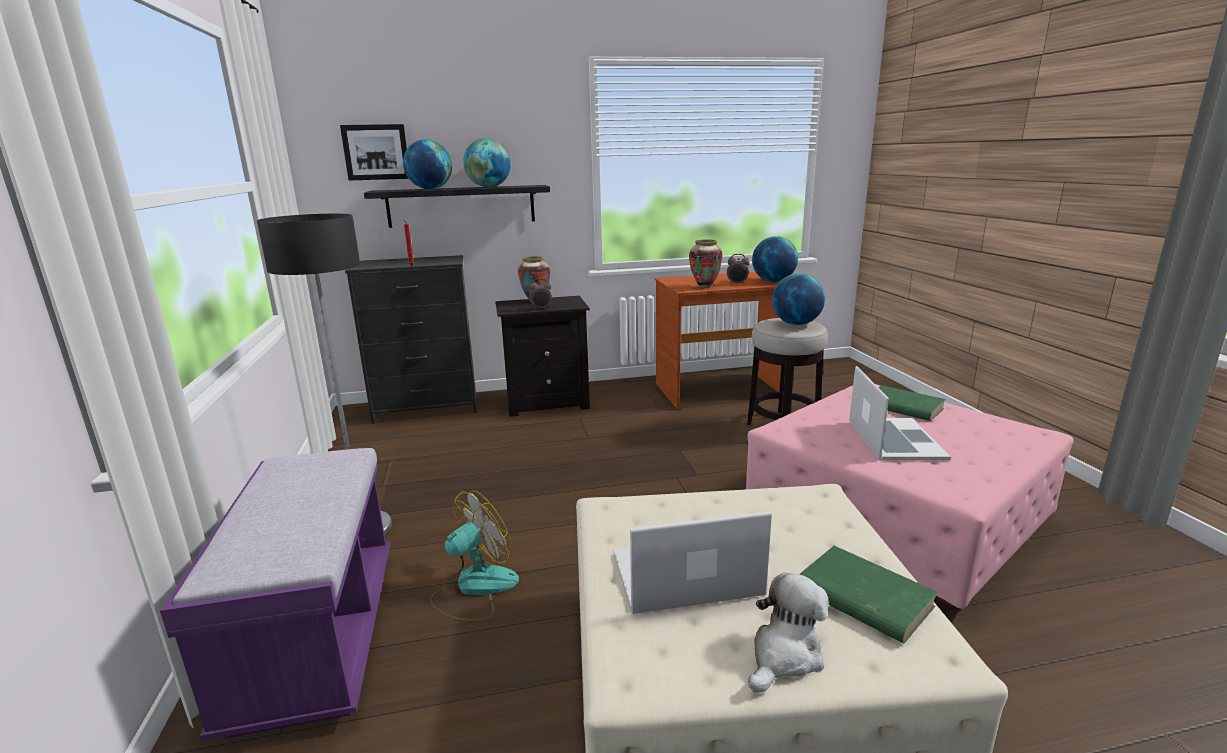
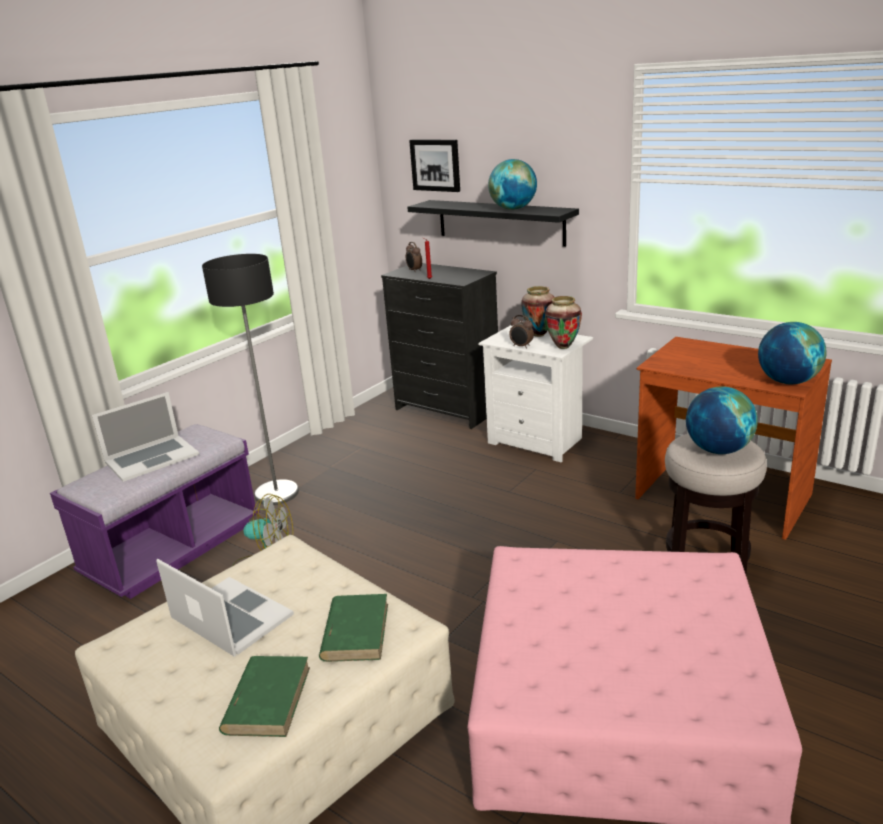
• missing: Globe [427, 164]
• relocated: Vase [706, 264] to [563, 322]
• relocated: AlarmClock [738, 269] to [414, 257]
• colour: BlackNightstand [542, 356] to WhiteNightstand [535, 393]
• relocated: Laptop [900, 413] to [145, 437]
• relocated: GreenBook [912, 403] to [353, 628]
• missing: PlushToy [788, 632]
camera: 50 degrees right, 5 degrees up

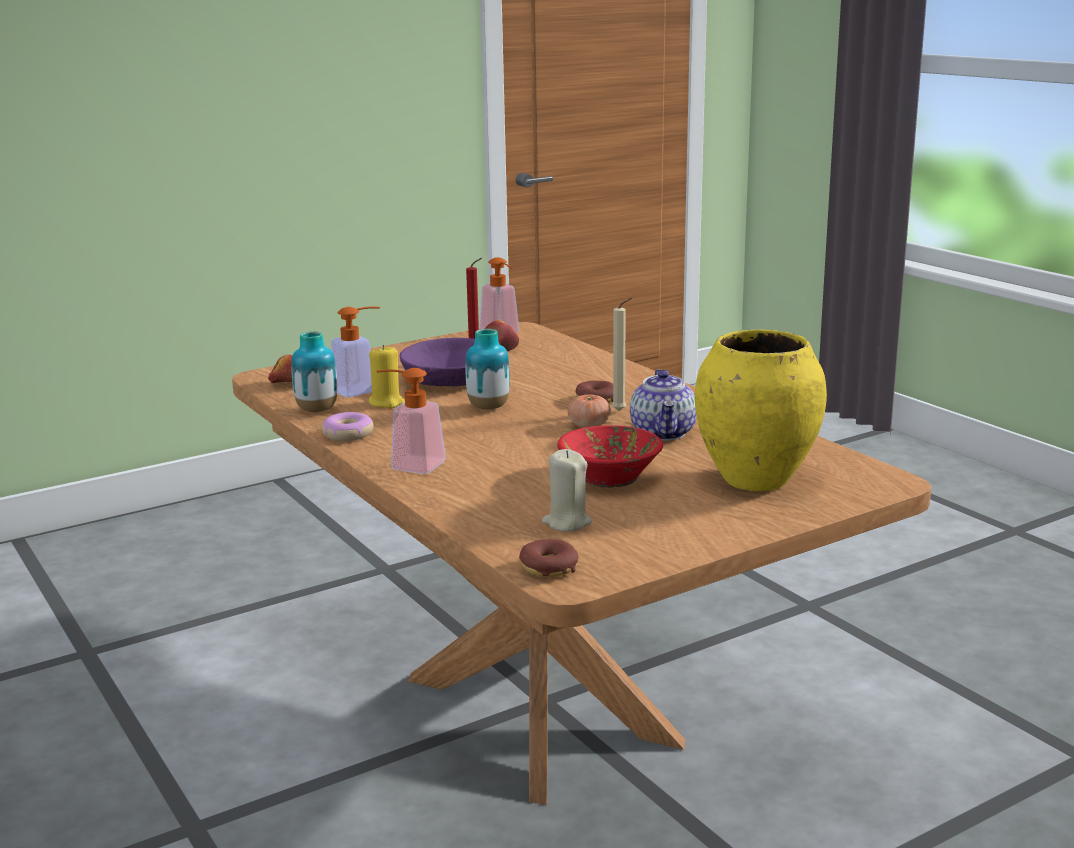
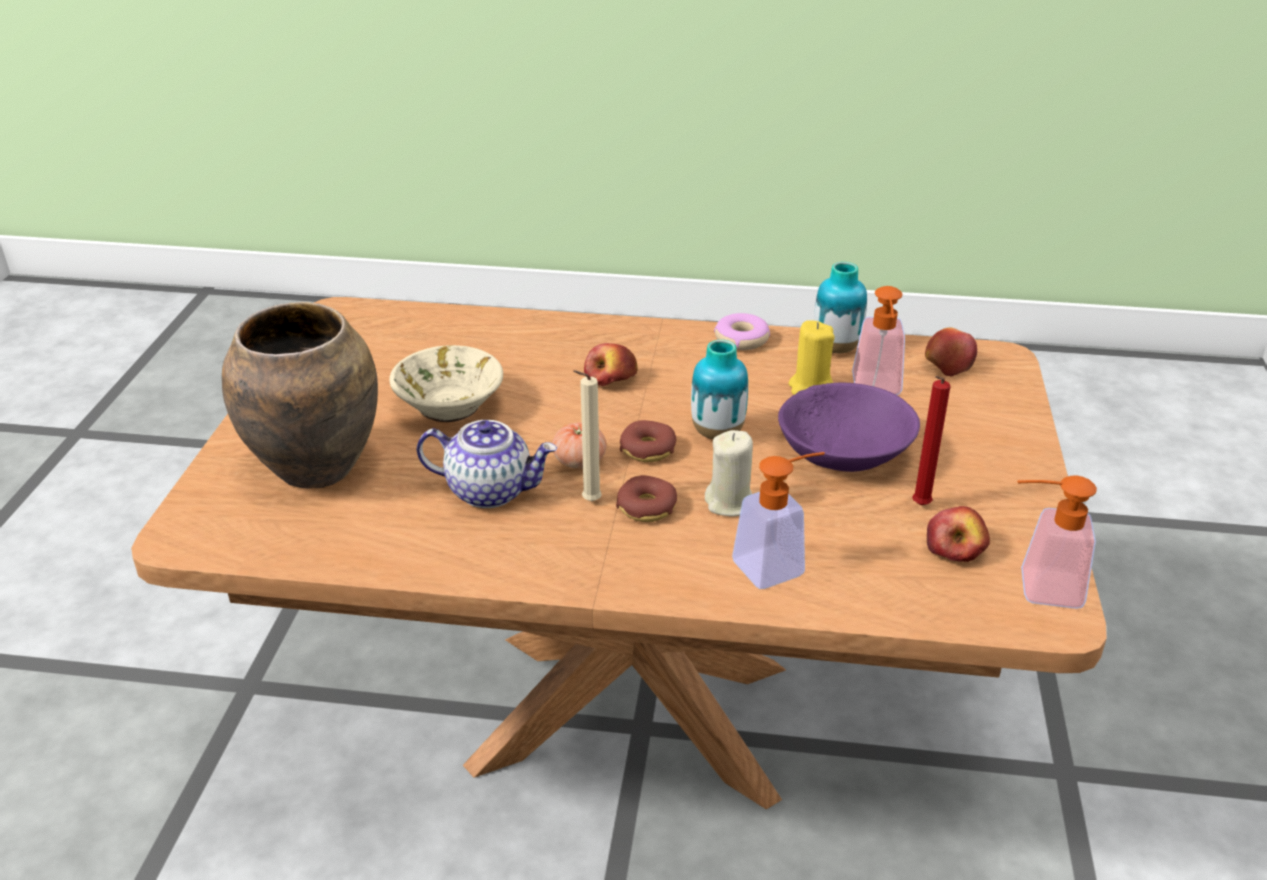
• colour: YellowVase [761, 410] to BrownVase [300, 395]
• relocated: SoapDispenser [411, 421] to [778, 520]
• spun: Teapot [663, 405] = [487, 464] 150 degrees clockwise
• colour: RedBowl [610, 456] to BeigeBowl [446, 383]
• relocated: BeigeCandle [567, 490] to [729, 473]
• relocated: Donut [549, 558] to [648, 441]
• appeared: Apple [611, 364]
camera: 130 degrees right, 15 degrees up

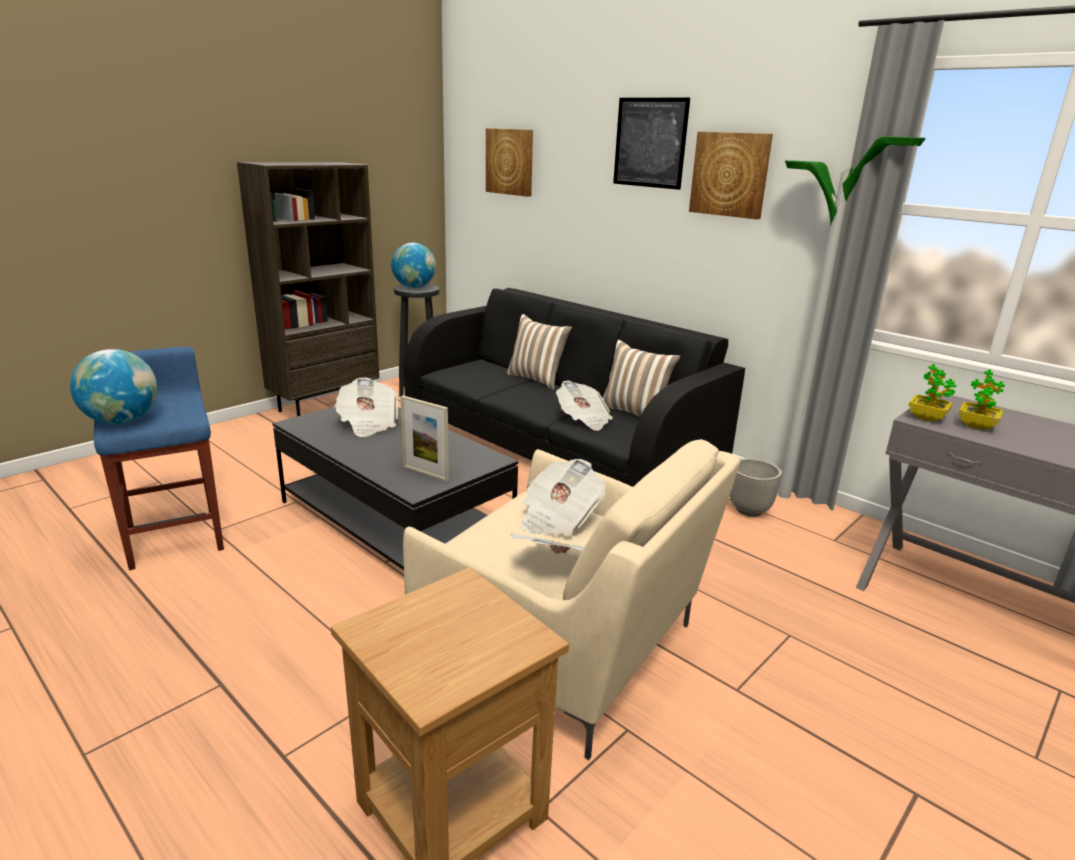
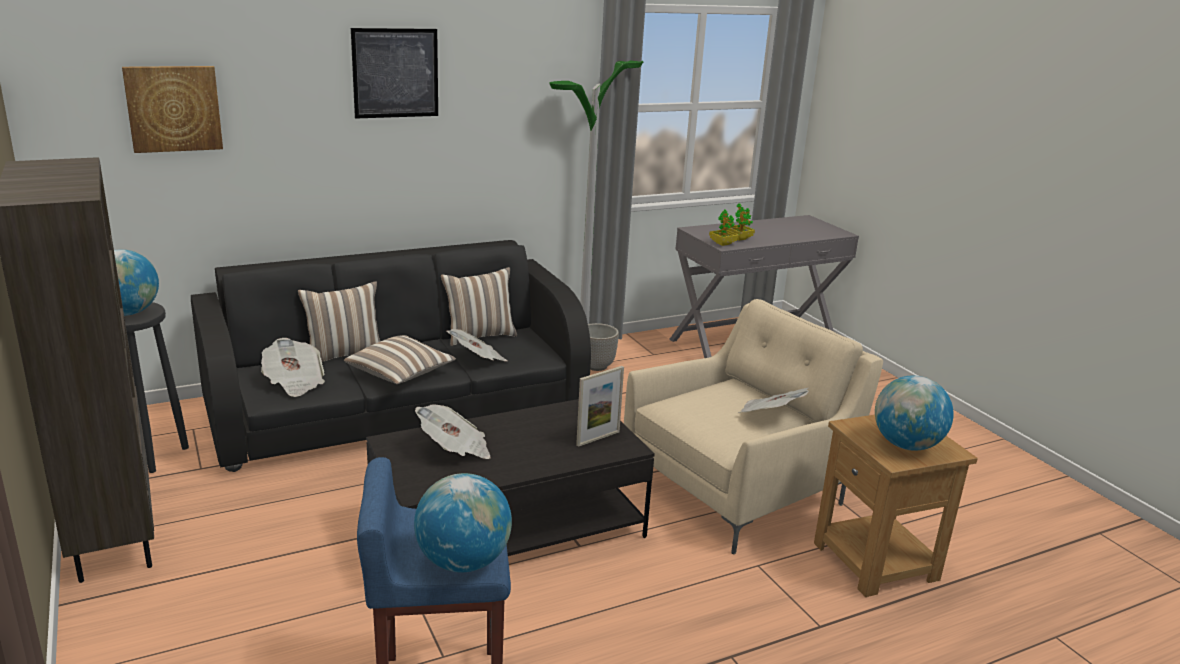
• missing: Picture [731, 175]
• relocated: Newspaper [563, 497] to [293, 367]
• appeared: Pillow [400, 359]
• appeared: Globe [914, 413]
camera: 70 degrees left, 0 degrees up

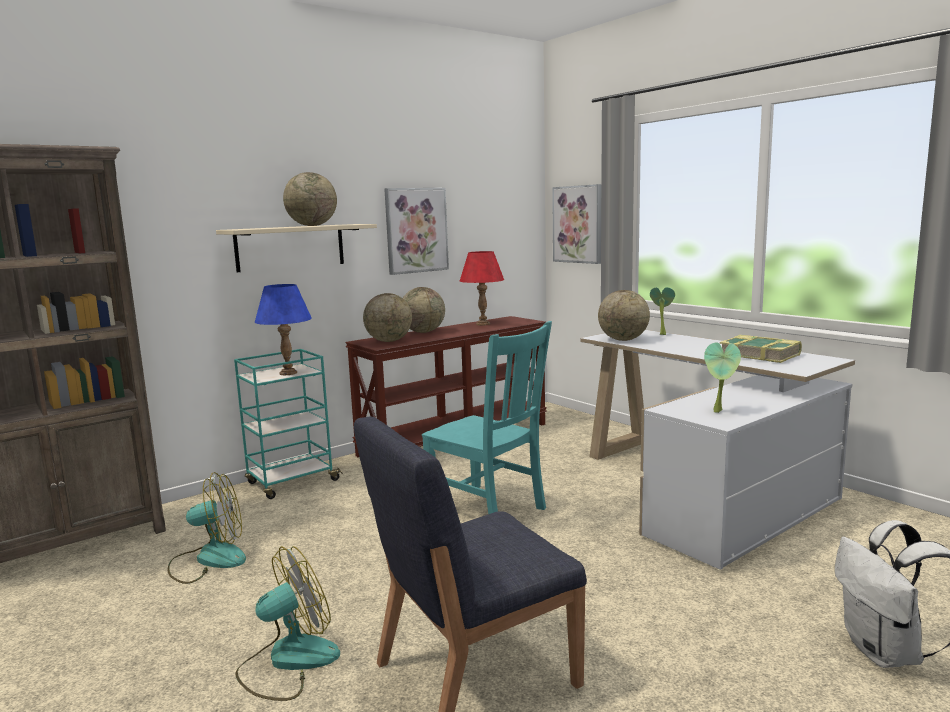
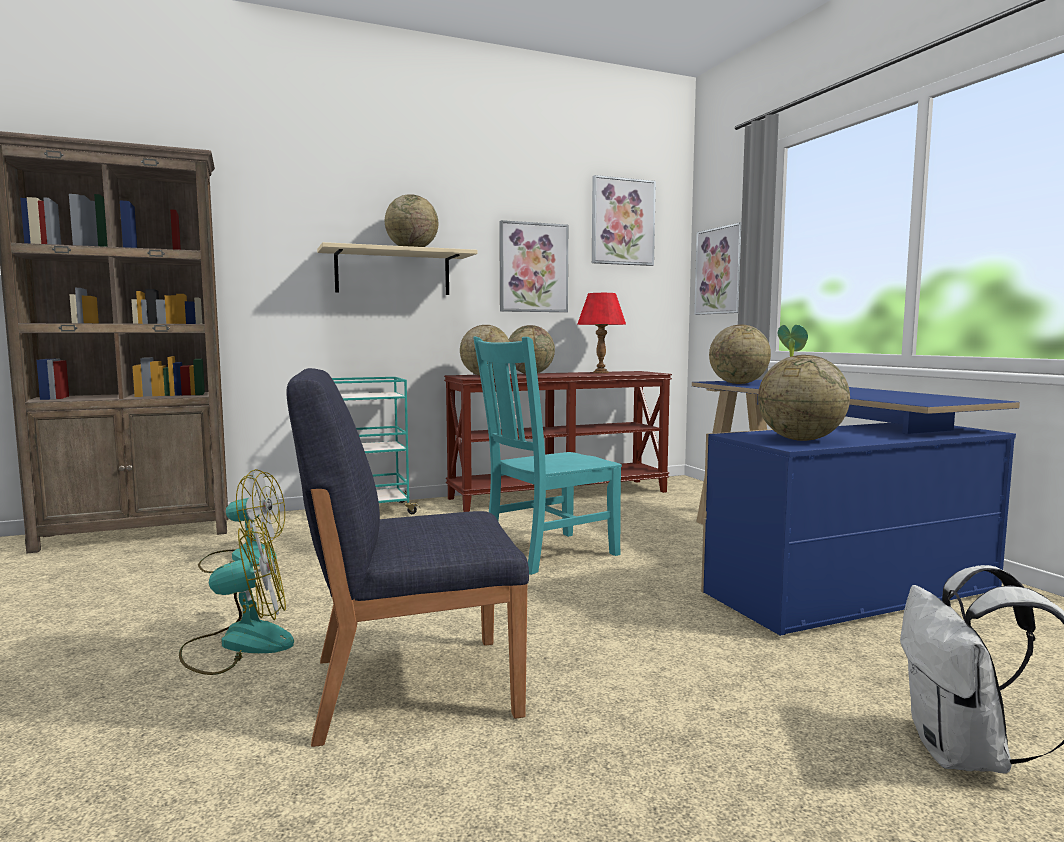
• missing: BlueTableLamp [283, 329]
• spun: TurquoiseChair [487, 417] = [547, 456] 90 degrees clockwise
• colour: WhiteDesk [718, 450] to BlueDesk [856, 508]
• missing: Book [761, 349]
• exchanged: PottedPlant [722, 377] to Globe [804, 398]
• appeared: Picture [624, 220]
camera: 15 degrees right, 5 degrees down

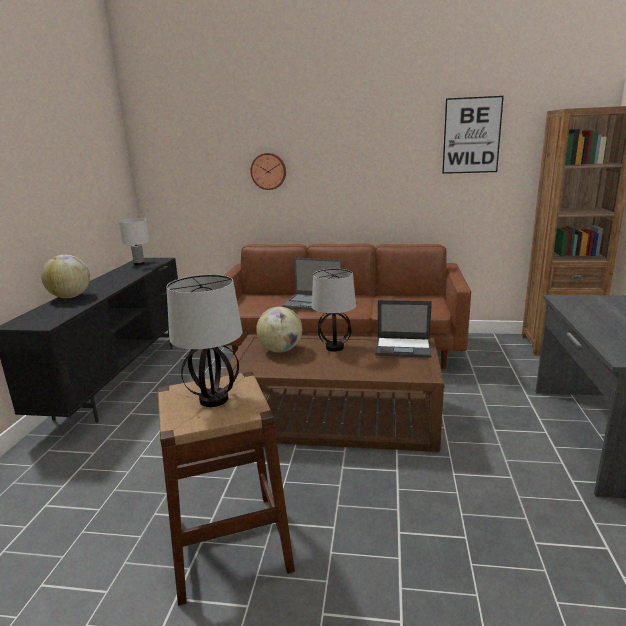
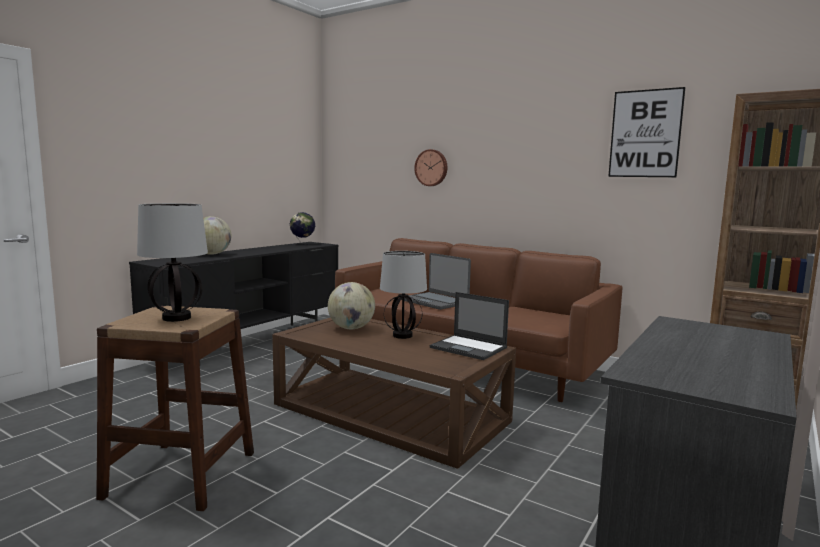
• exchanged: WhiteTableLamp [134, 241] to Globe [302, 228]
camera: 25 degrees right, 10 degrees down

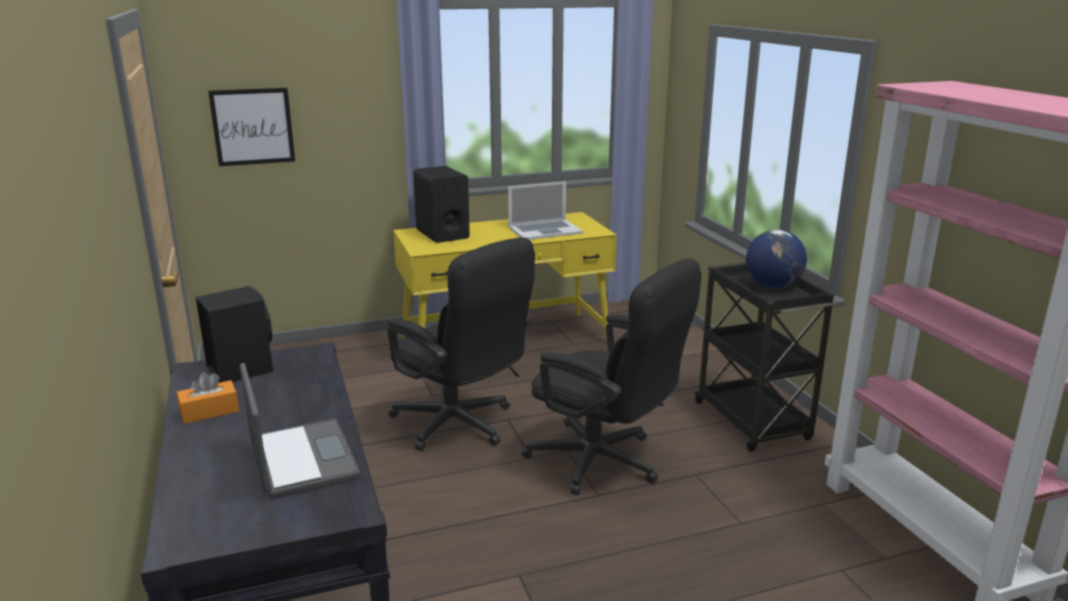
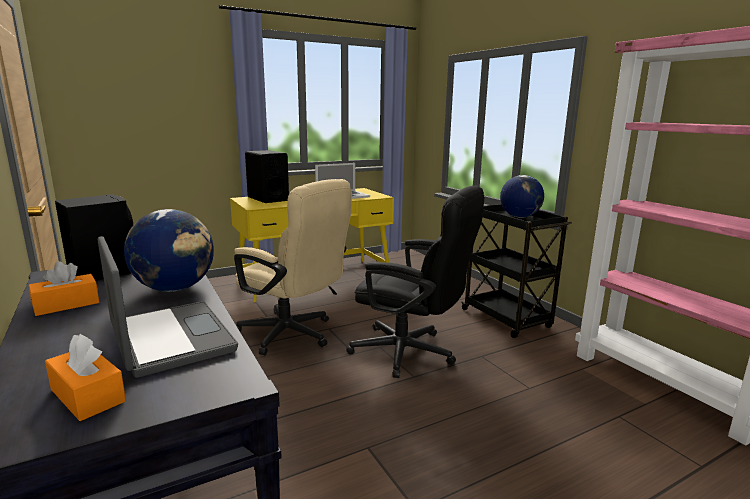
• missing: Picture [251, 127]
• colour: BlackOfficeChair [461, 344] to BeigeOfficeChair [293, 267]
• appeared: Globe [169, 250]
• appeared: OrangeTissueBox [85, 377]
camera: 10 degrees left, 5 degrees down

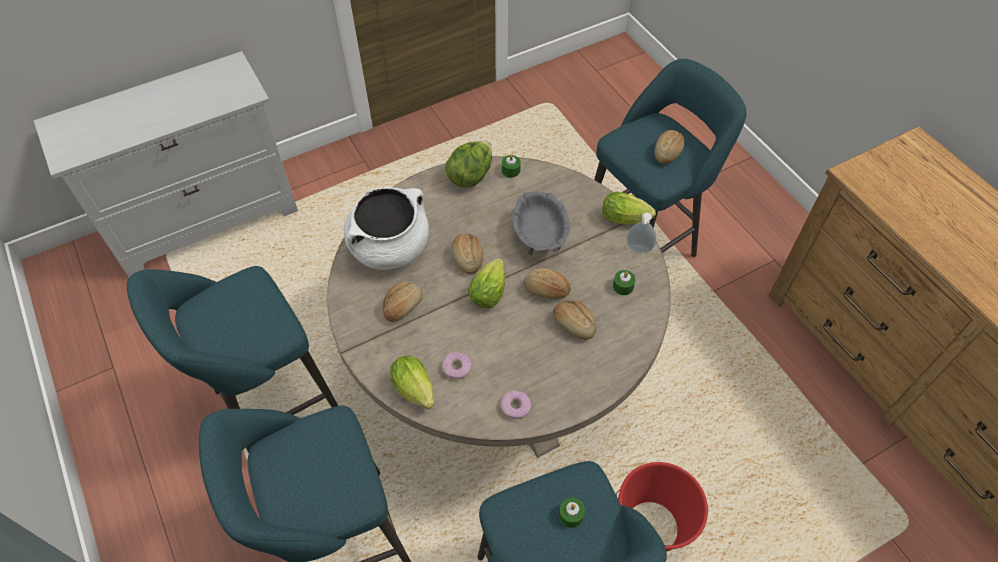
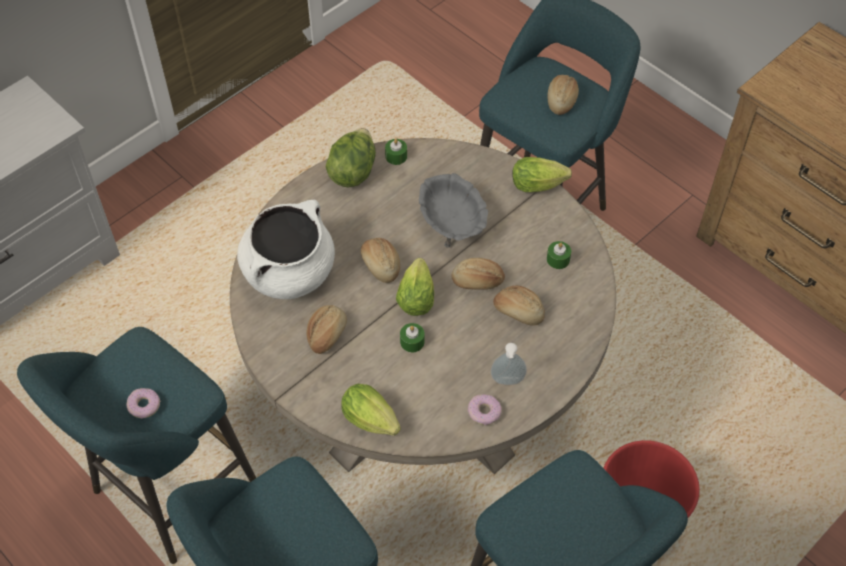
• relocated: SoapDispenser [642, 233] to [509, 364]
• relocated: Donut [457, 366] to [143, 403]
• relocated: GreenCandle [572, 513] to [412, 337]
camera: 15 degrees left, 0 degrees up

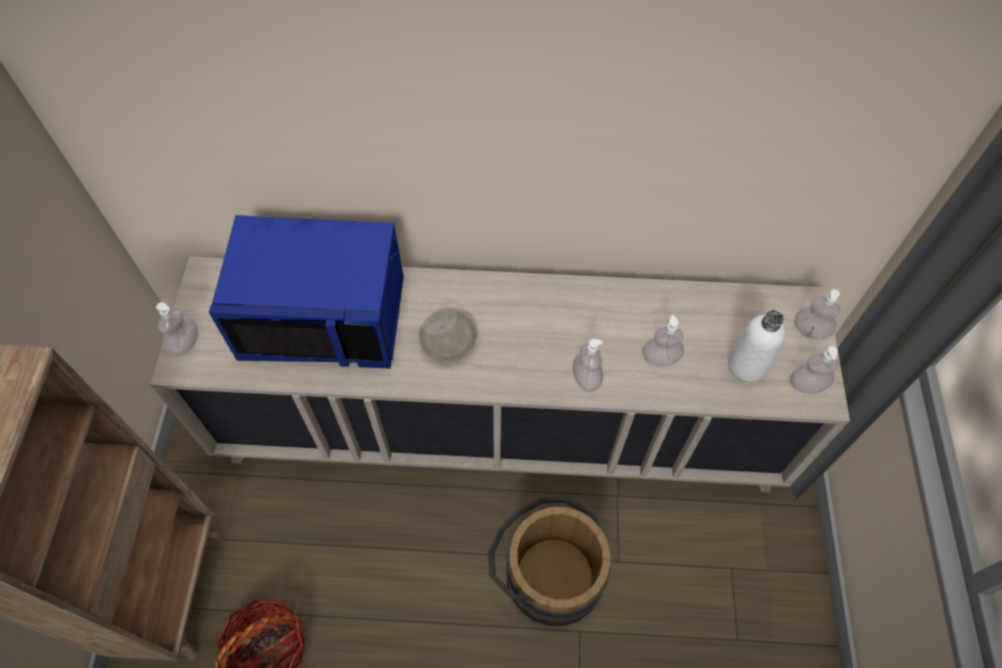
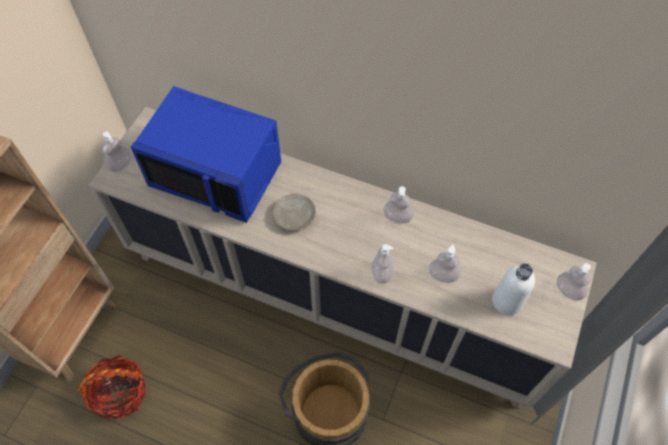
• relocated: SoapDispenser [814, 369] to [398, 205]
camera: 20 degrees right, 0 degrees up

